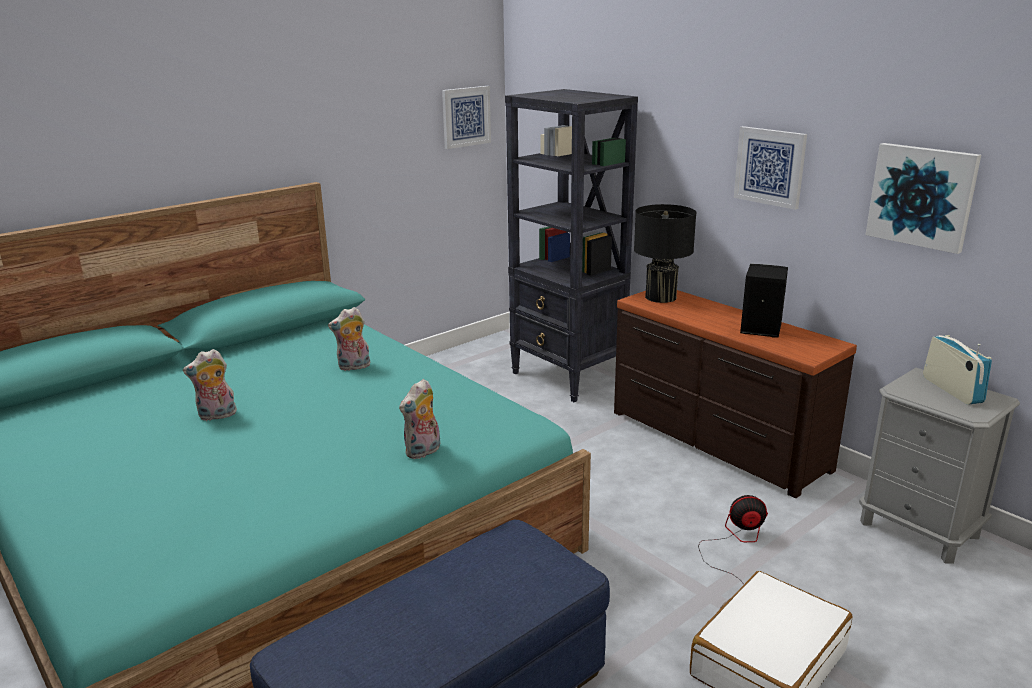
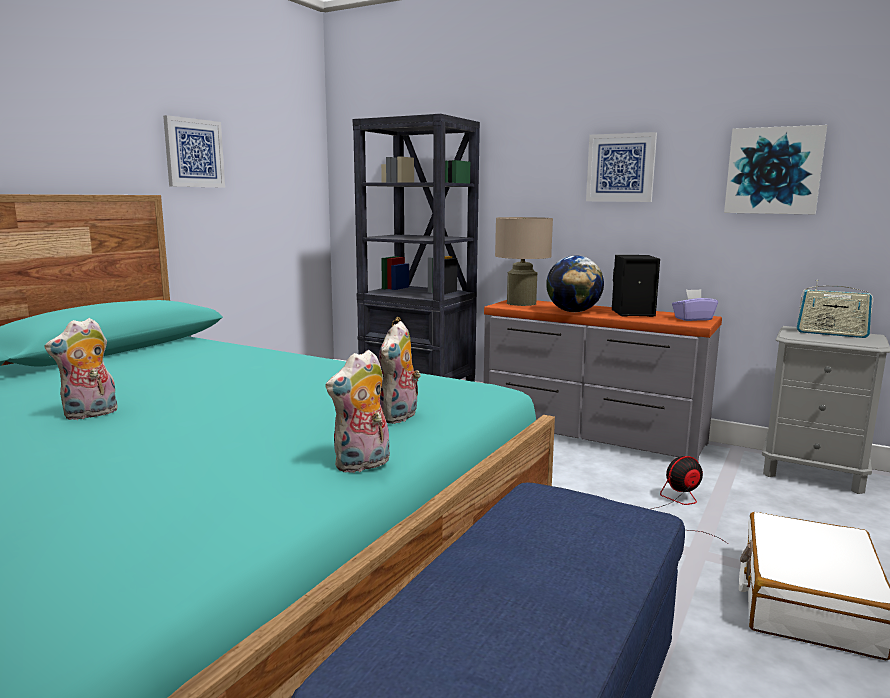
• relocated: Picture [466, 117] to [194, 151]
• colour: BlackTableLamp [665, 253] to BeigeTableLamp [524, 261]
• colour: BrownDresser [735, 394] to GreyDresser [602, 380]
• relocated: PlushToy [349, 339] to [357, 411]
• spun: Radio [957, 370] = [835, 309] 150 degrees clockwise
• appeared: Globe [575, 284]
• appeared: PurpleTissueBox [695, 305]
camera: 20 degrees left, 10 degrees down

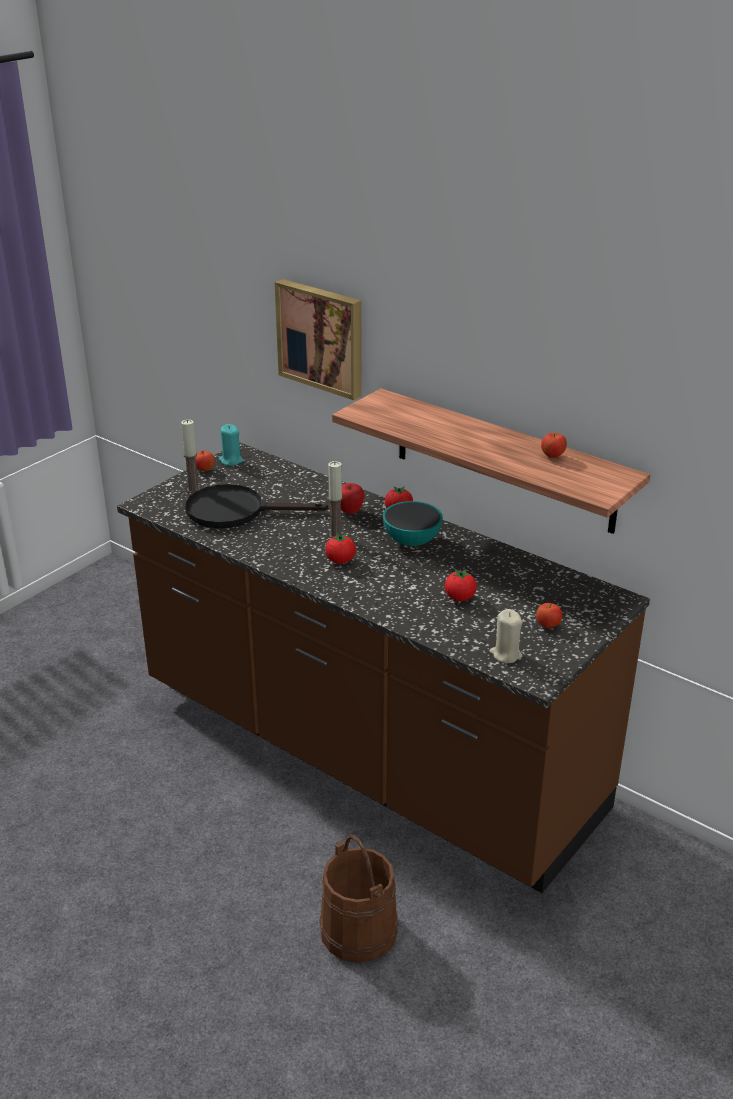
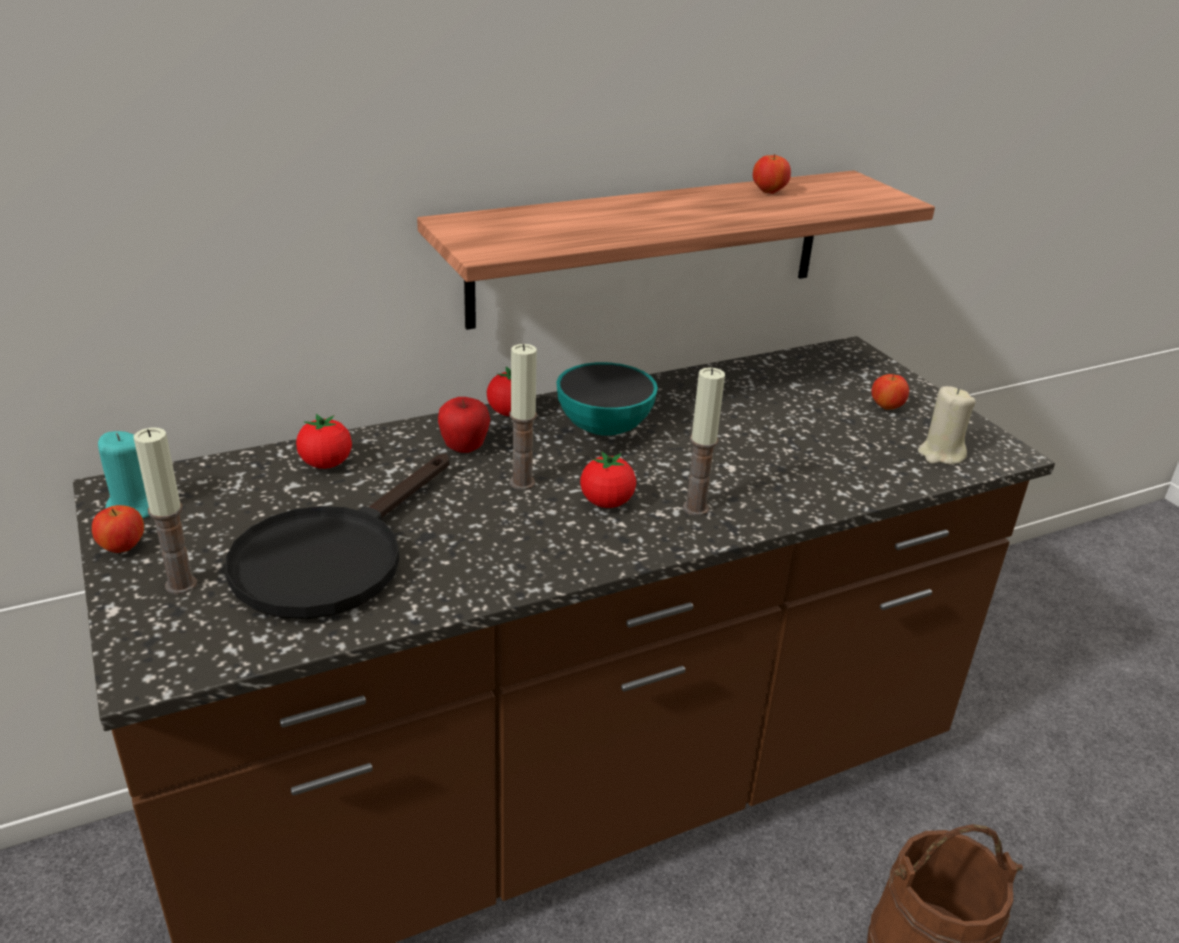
• missing: Picture [318, 339]
• relocated: Tomato [461, 585] to [324, 441]
• appeared: Candle [704, 441]
camera: 65 degrees left, 0 degrees up

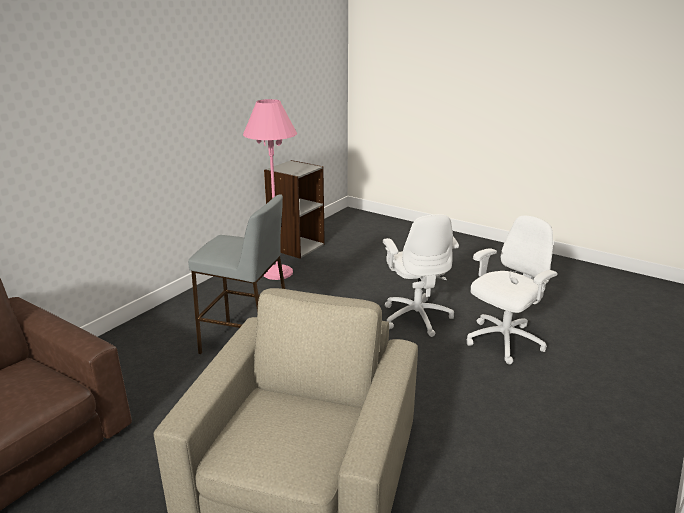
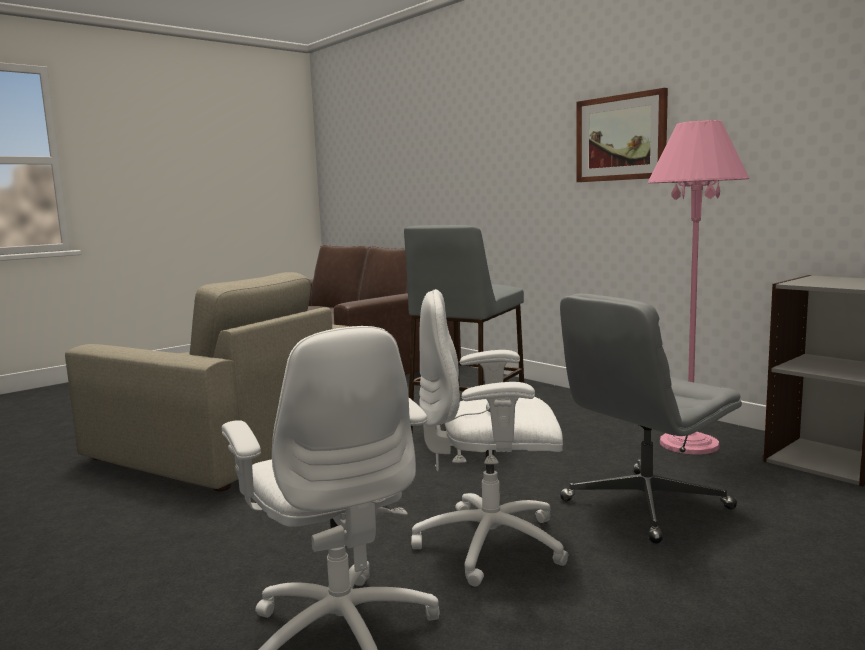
• appeared: Picture [622, 135]
• appeared: GreyOfficeChair [651, 419]
camera: 105 degrees right, 15 degrees down

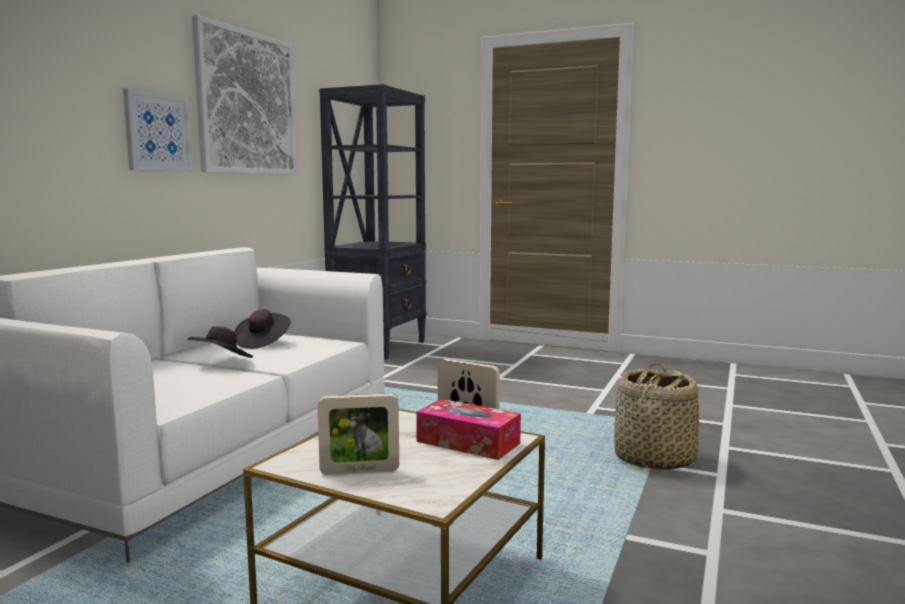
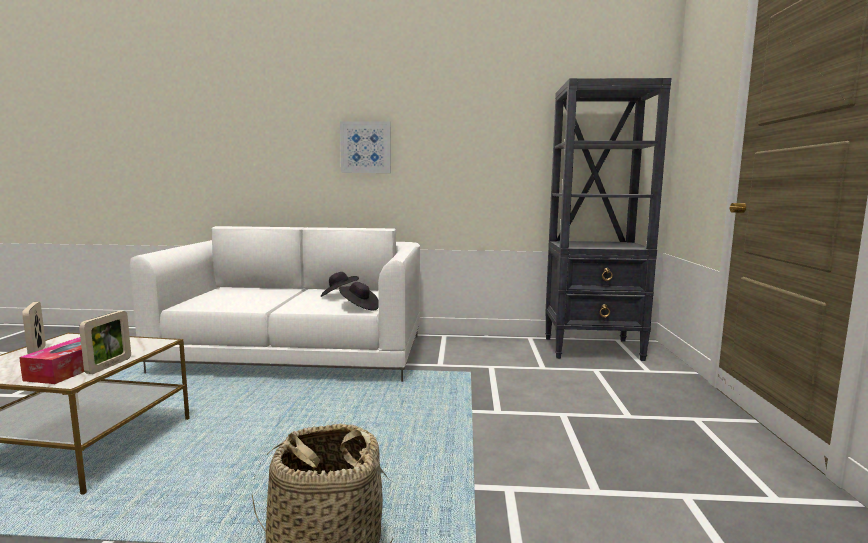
• missing: Picture [244, 95]
• relocated: BlackHat [220, 342] to [359, 296]
camera: 70 degrees right, 0 degrees up

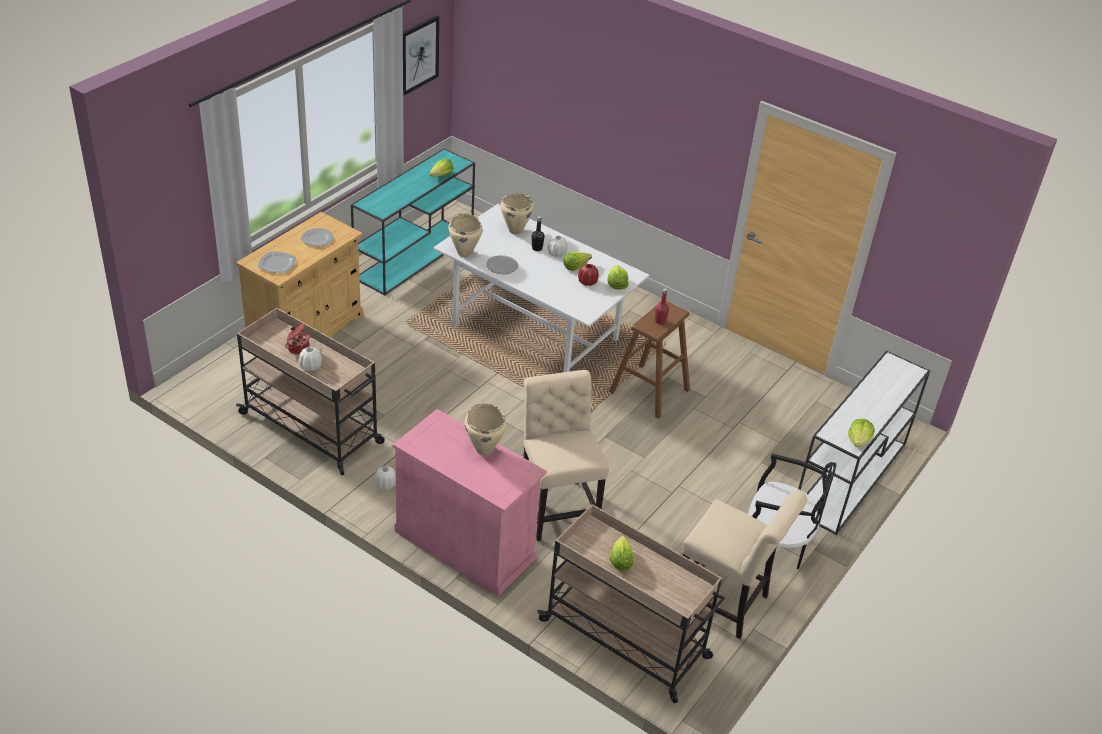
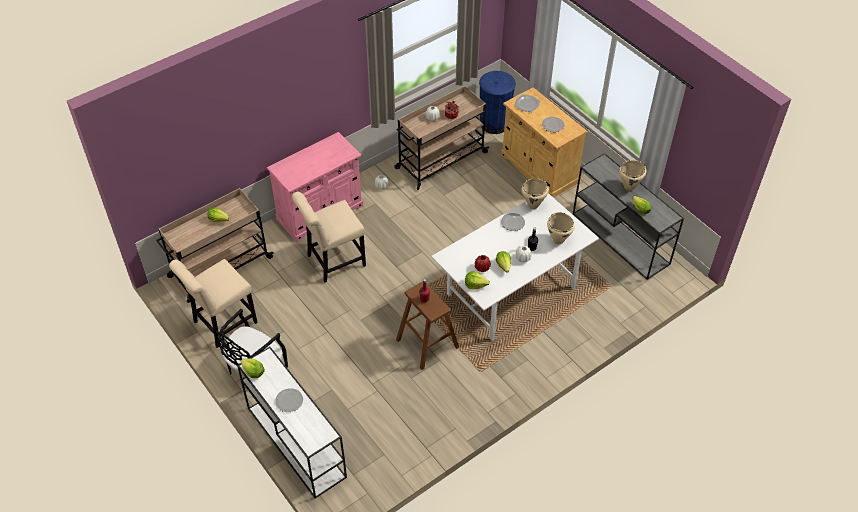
• missing: Picture [421, 55]
• colour: TurquoiseConsoleTable [413, 221] to GreyConsoleTable [628, 216]
• spun: BeigeChair [566, 455] = [329, 237] 150 degrees clockwise
• relocated: BeigeCookingPot [486, 429] to [632, 175]
• appeared: BlueTrashCan [497, 102]
• appeared: Plate [289, 400]
camera: 110 degrees right, 10 degrees up

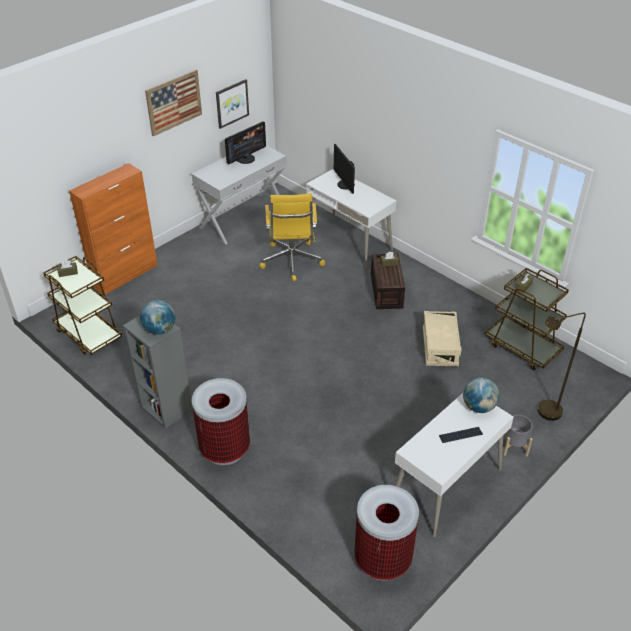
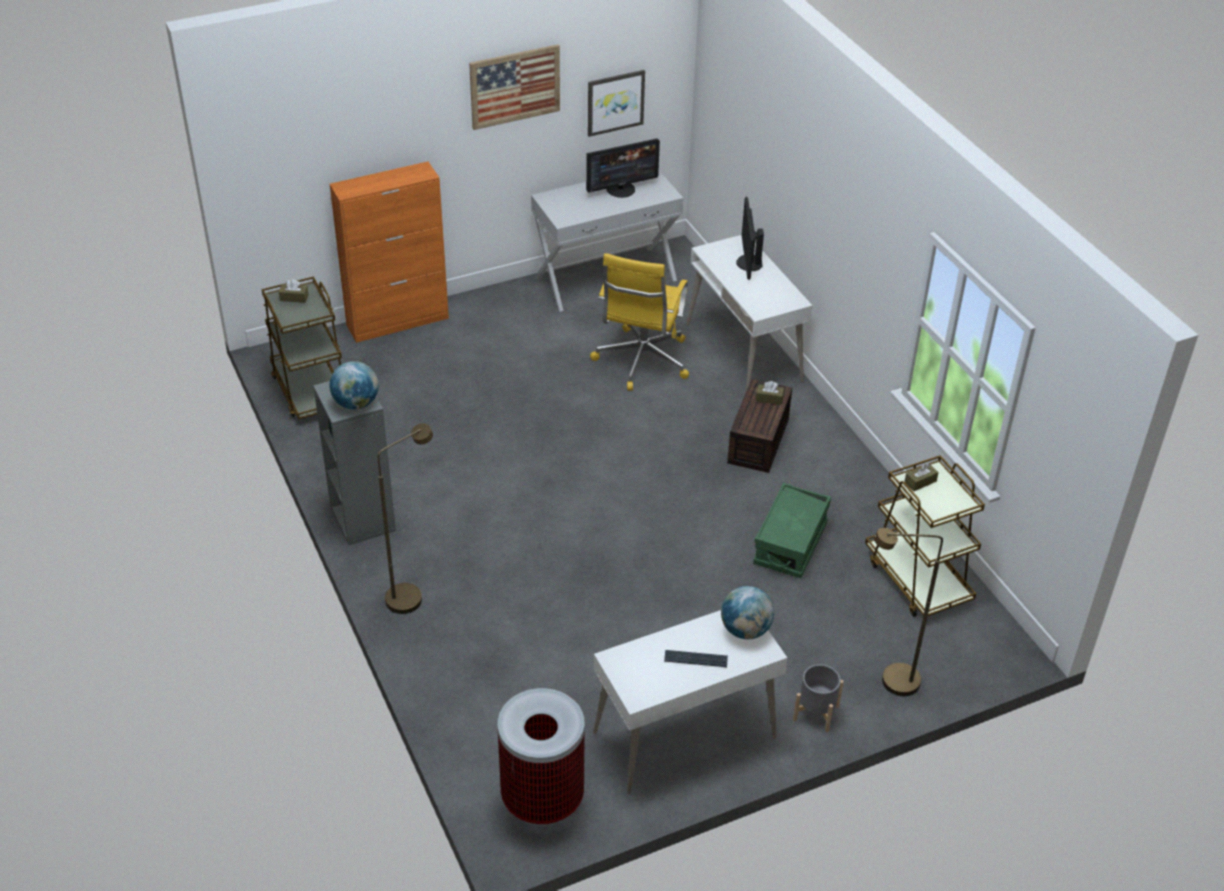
• colour: BeigeStorageBox [442, 338] to GreenStorageBox [792, 530]
• exchanged: TrashCan [221, 421] to BrownFloorLamp [405, 518]
camera: 20 degrees right, 0 degrees up

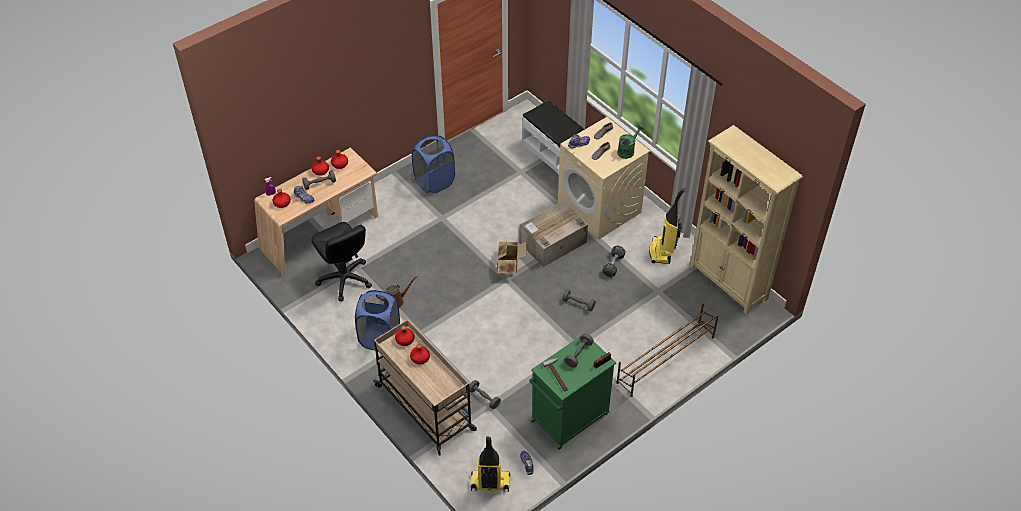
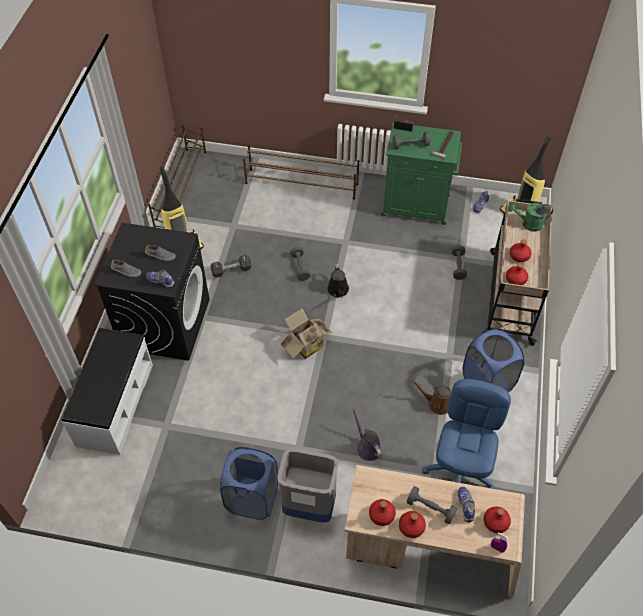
• colour: BeigeWashingMachine [604, 178] to BlackWashingMachine [152, 292]
• relocated: GreenWateringCan [630, 141] to [530, 217]
• exchanged: BeigeBookcase [746, 220] to BrownShoeRack [177, 176]
• missing: CardboardBox [553, 234]
• colour: BlackOfficeChair [341, 261] to BlueOfficeChair [466, 434]
• appeared: BlackWateringCan [338, 281]
• appeared: PurpleWateringCan [367, 434]
• appeared: GreyTrashCan [308, 485]
camera: 130 degrees left, 5 degrees up

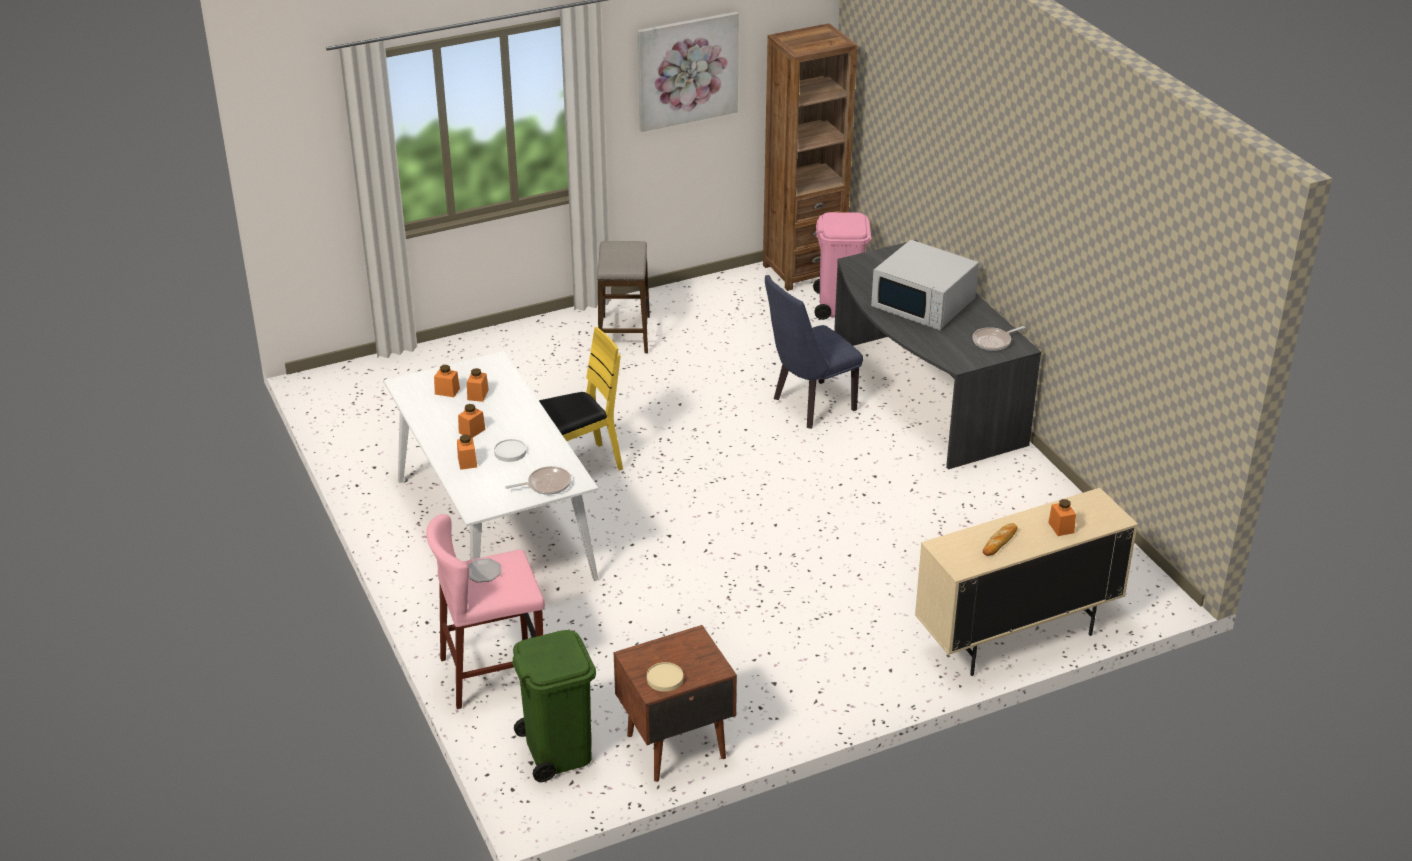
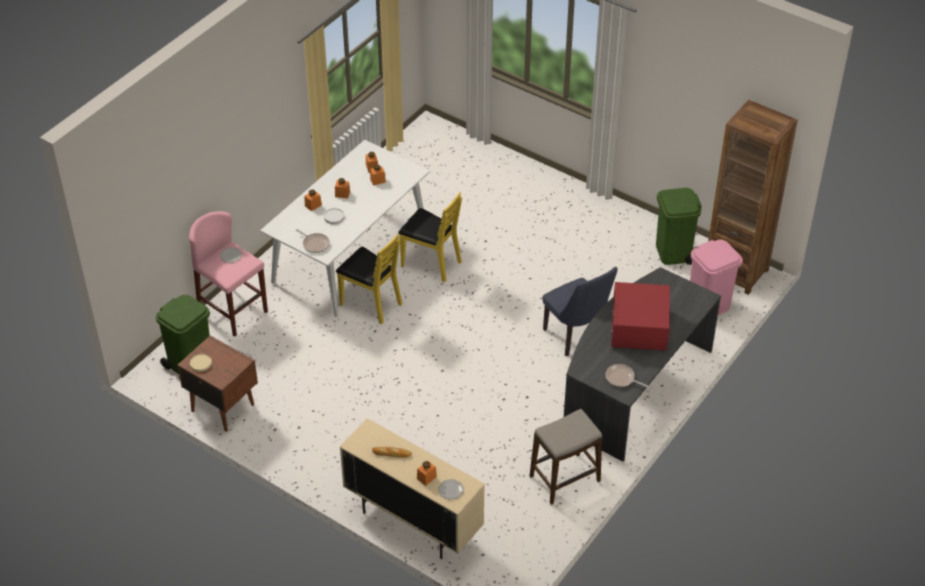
• missing: Picture [688, 72]
• colour: WhiteMicrowave [925, 285] to RedMicrowave [640, 316]
• relocated: Stool [623, 297] to [566, 457]
• spun: BlueChair [814, 352] = [580, 311] 150 degrees counterclockwise
• appeared: GreenTrashCan [679, 226]
• appeared: YellowChair [369, 279]
• appeared: Plate [451, 489]
camera: 60 degrees right, 10 degrees up

